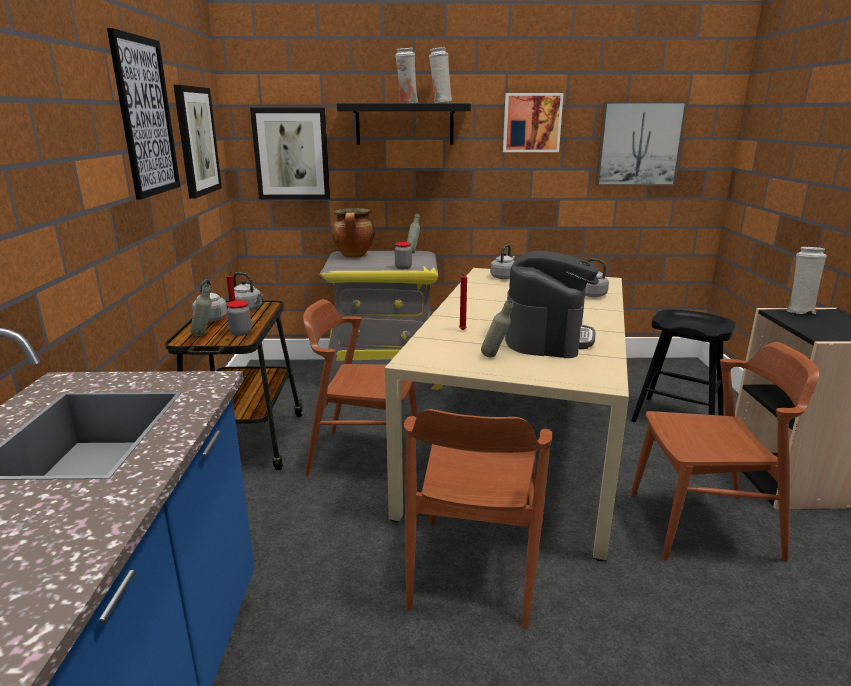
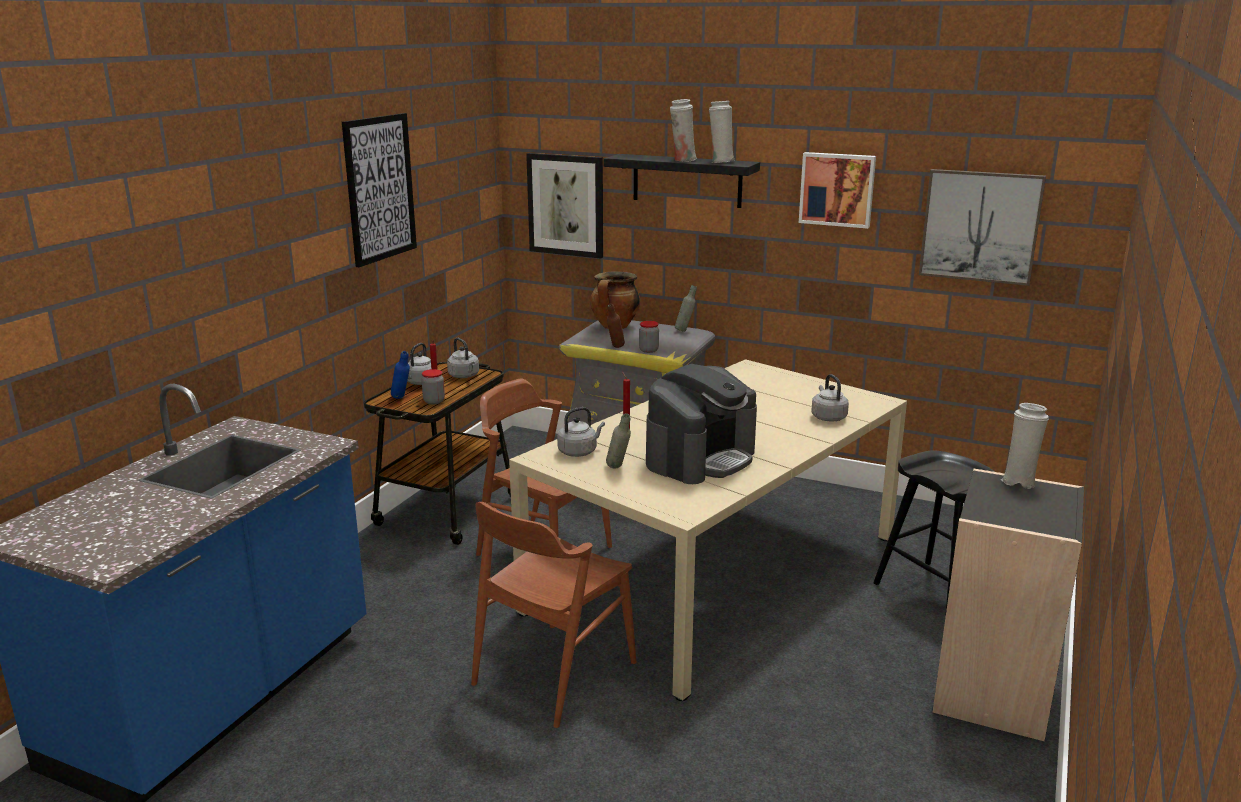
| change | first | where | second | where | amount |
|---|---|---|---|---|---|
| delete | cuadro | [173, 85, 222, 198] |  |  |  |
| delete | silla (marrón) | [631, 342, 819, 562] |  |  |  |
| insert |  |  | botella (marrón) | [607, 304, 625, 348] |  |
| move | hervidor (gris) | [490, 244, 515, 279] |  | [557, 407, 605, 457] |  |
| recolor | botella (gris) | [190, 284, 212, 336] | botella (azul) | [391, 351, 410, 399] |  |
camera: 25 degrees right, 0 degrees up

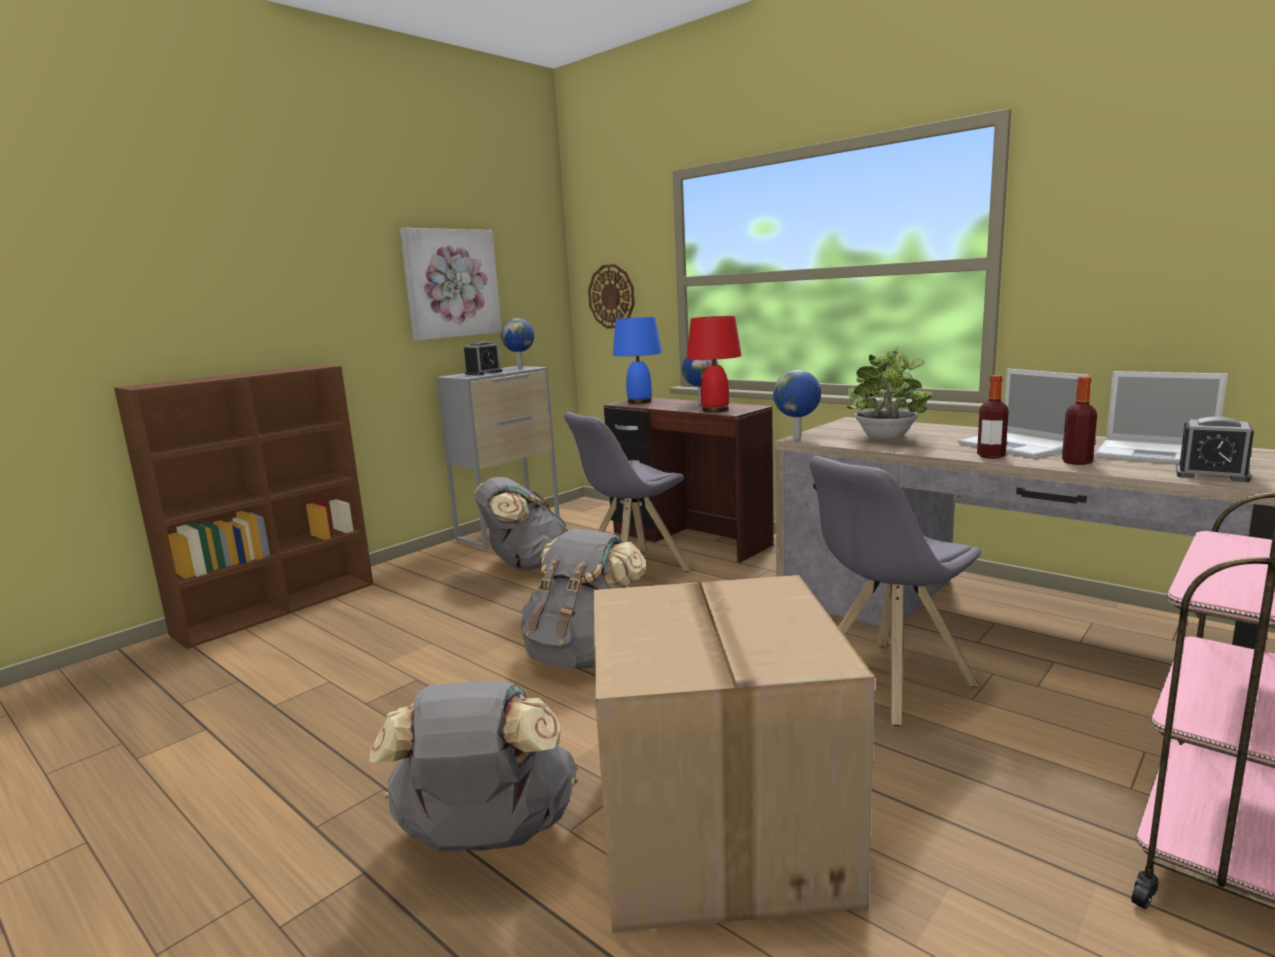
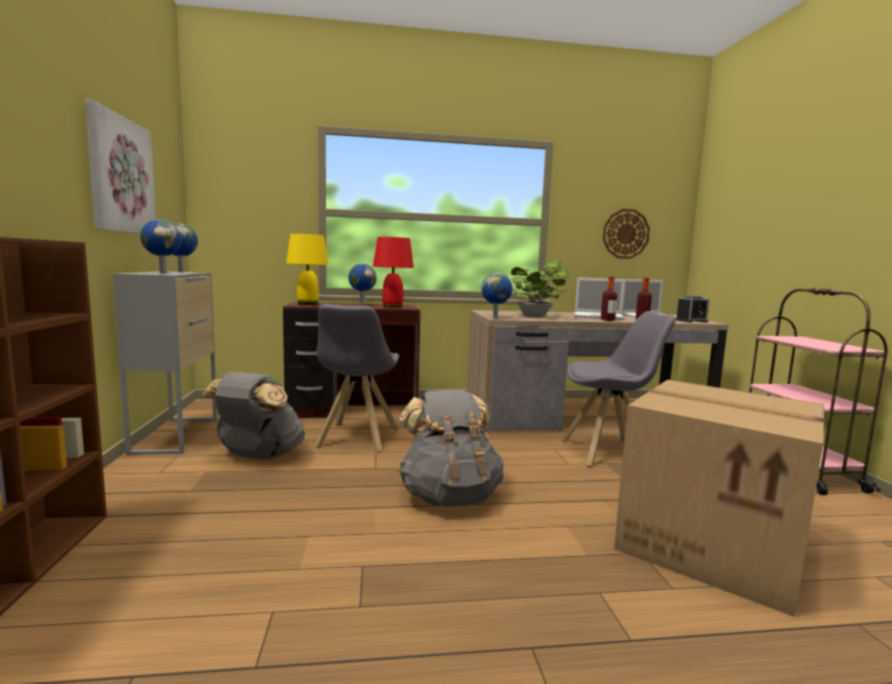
| change | first | where | second | where | amount |
|---|---|---|---|---|---|
| delete | mochila (gris) | [369, 680, 577, 852] |  |  |  |
| move | reloj de pared | [588, 264, 635, 328] |  | [603, 209, 650, 259] |  |
| replace | despertador | [464, 342, 502, 375] | globo terráqueo | [140, 219, 182, 273] |  |
| recolor | lámpara de mesa (azul) | [613, 317, 662, 404] | lámpara de mesa (amarillo) | [286, 234, 329, 305] |  |
| rotate | silla (gris) | [809, 456, 981, 726] |  | [561, 311, 676, 467] | 105 degrees counterclockwise |
camera: 50 degrees left, 5 degrees down

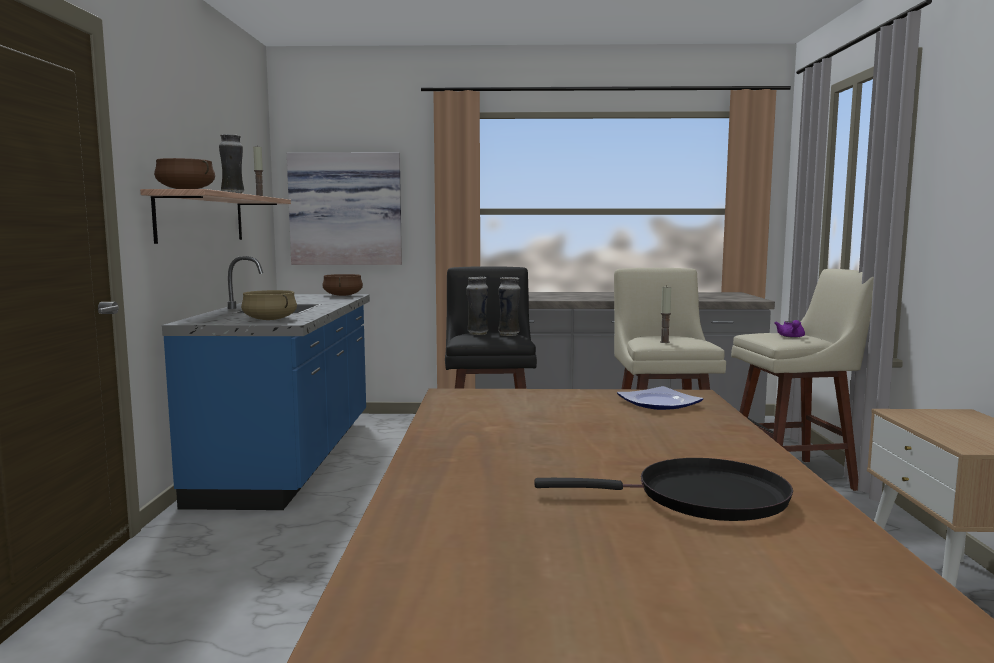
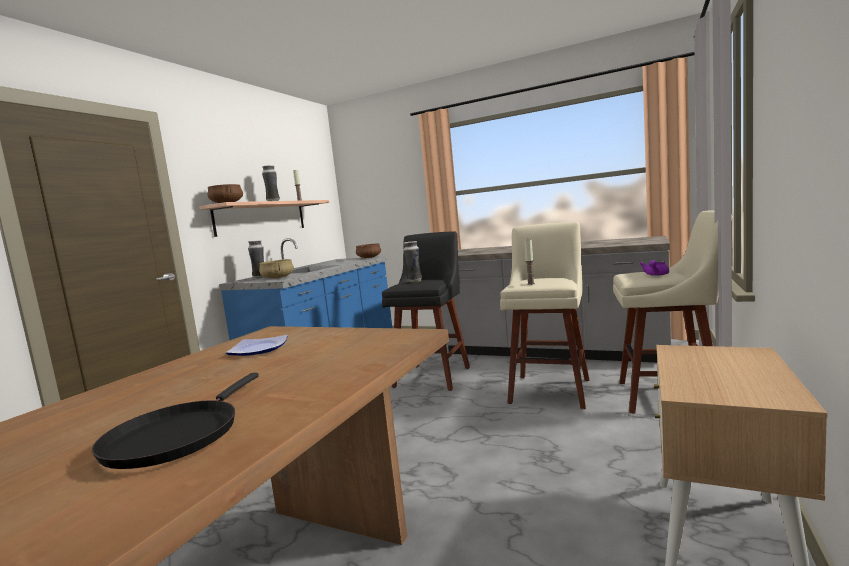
| change | first | where | second | where | amount |
|---|---|---|---|---|---|
| delete | cuadro | [287, 153, 402, 265] |  |  |  |
| move | florero | [498, 277, 521, 336] |  | [248, 240, 265, 279] |  |
| move | plato | [617, 386, 703, 410] |  | [225, 335, 288, 356] |  |
| rotate | sartén (negro) | [535, 458, 793, 521] |  | [92, 373, 259, 469] | 75 degrees clockwise |
camera: 25 degrees right, 0 degrees up

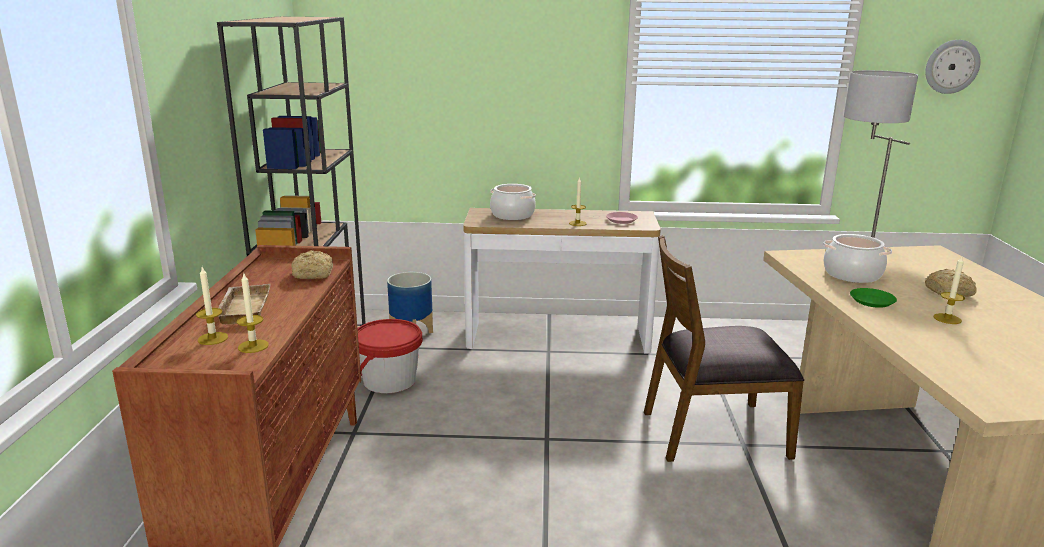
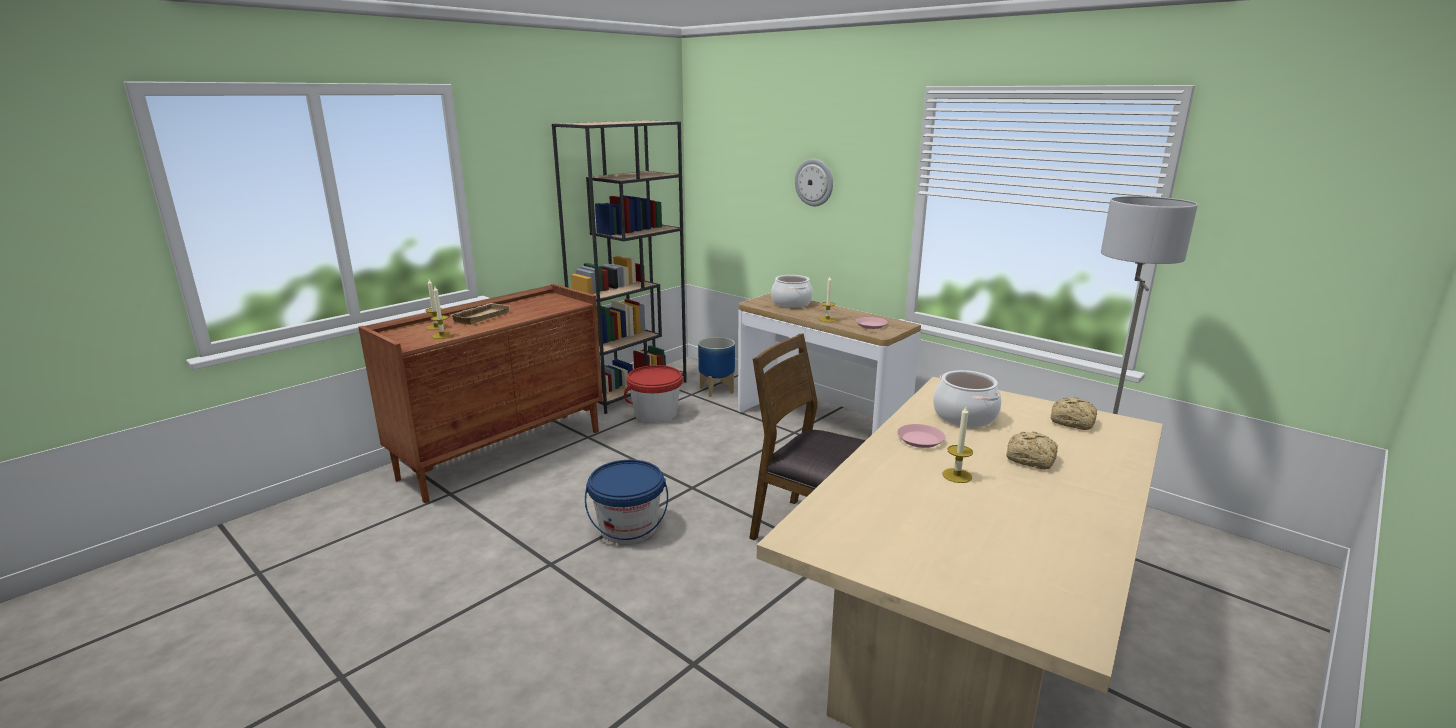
| change | first | where | second | where | amount |
|---|---|---|---|---|---|
| insert |  |  | cubo (azul) | [585, 460, 668, 544] |  |
| move | pan | [291, 250, 333, 279] |  | [1051, 397, 1097, 430] |  |
| move | reloj de pared | [925, 40, 981, 94] |  | [795, 159, 833, 206] |  |
| recolor | plato (verde) | [850, 288, 897, 308] | plato (rosa) | [897, 424, 945, 448] |  |
camera: 40 degrees right, 0 degrees up

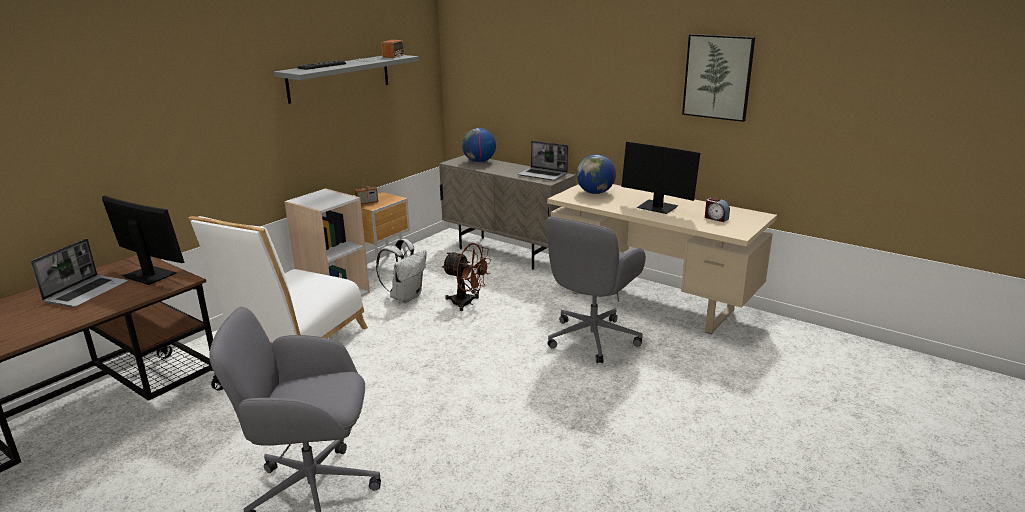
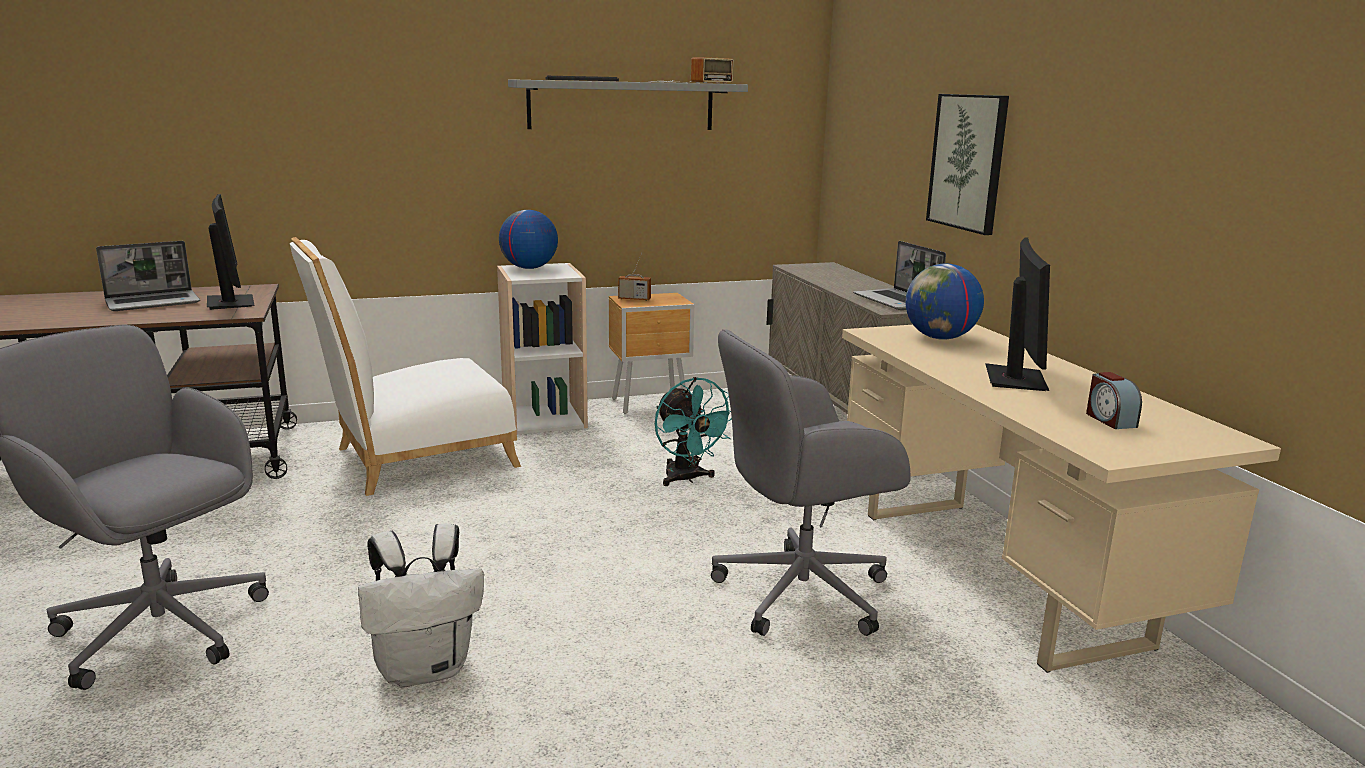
| change | first | where | second | where | amount |
|---|---|---|---|---|---|
| move | mochila (blanco) | [376, 239, 427, 303] |  | [358, 523, 484, 688] |  |
| move | globo terráqueo | [462, 128, 496, 162] |  | [499, 210, 558, 269] |  |
| move | cuadro | [682, 34, 755, 122] |  | [926, 94, 1009, 235] |  |
| recolor | ventilador (marrón) | [442, 243, 491, 311] | ventilador (turquesa) | [655, 377, 732, 486] |  |
| rotate | monitor | [622, 142, 700, 214] |  | [985, 238, 1050, 391] | 150 degrees counterclockwise |
camera: 35 degrees right, 5 degrees down

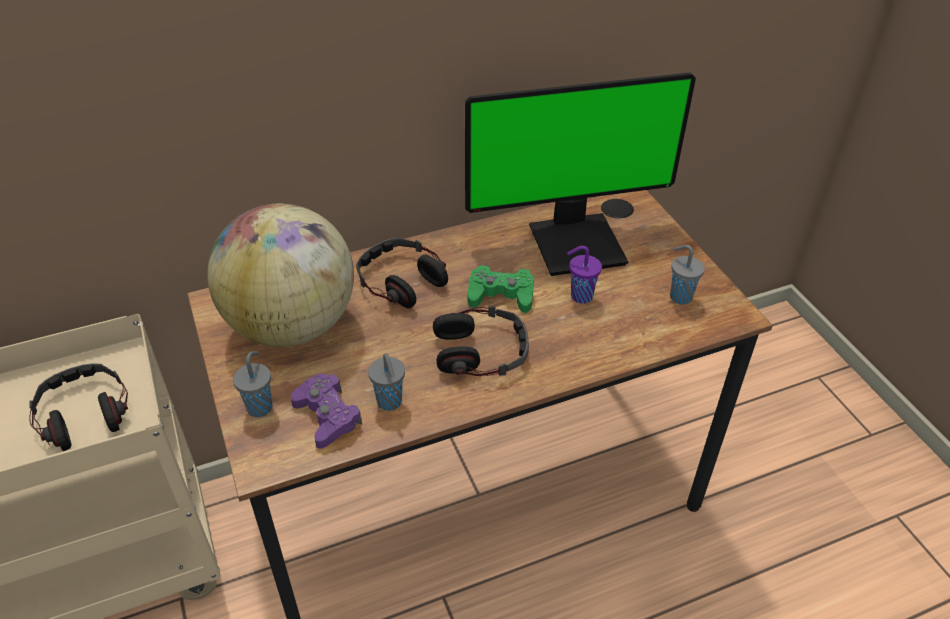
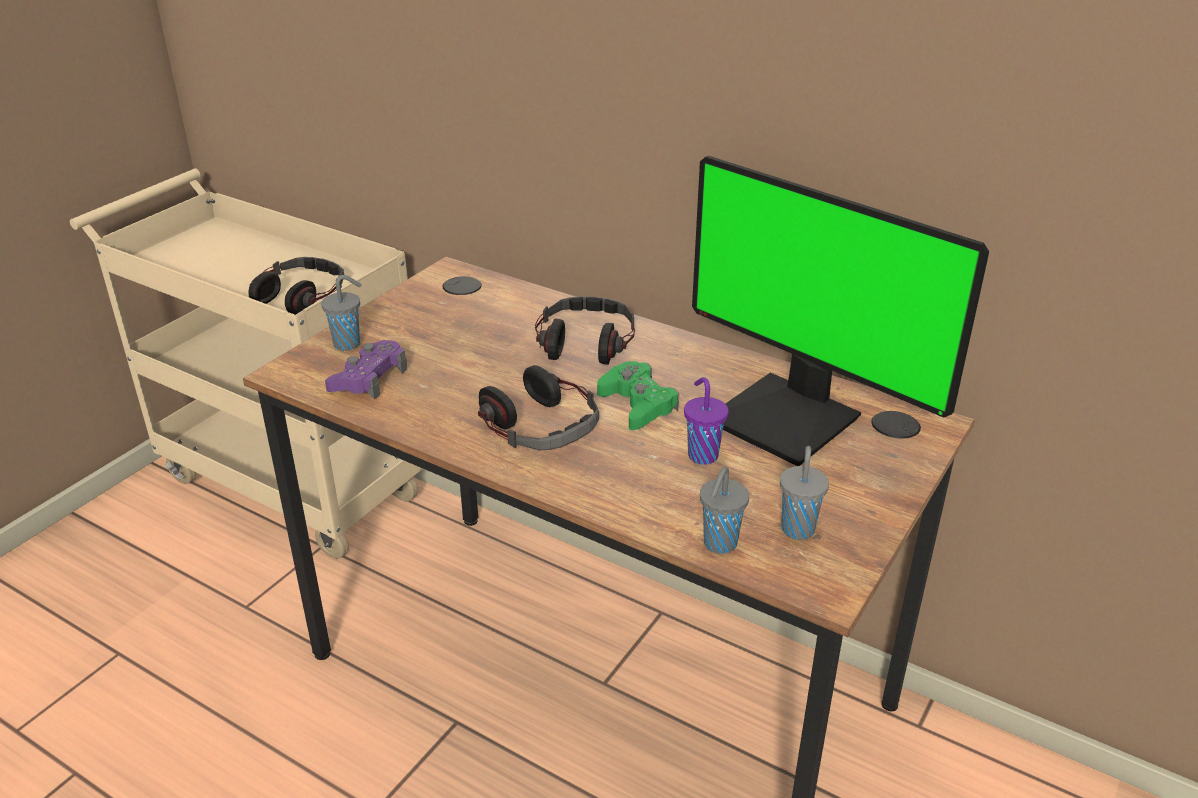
| change | first | where | second | where | amount |
|---|---|---|---|---|---|
| delete | globo terráqueo | [207, 203, 354, 347] |  |  |  |
| move | taza (gris) | [368, 353, 405, 411] |  | [700, 467, 749, 554] |  |
camera: 55 degrees right, 10 degrees down

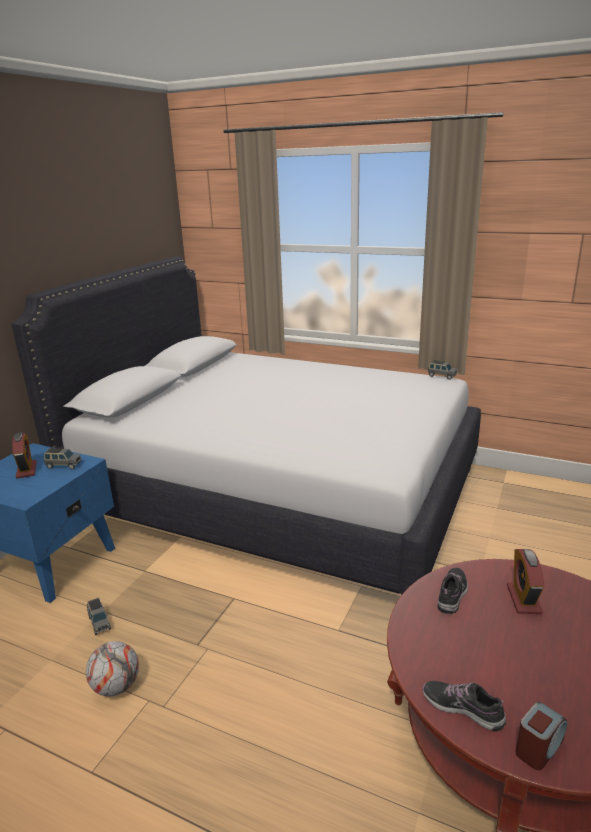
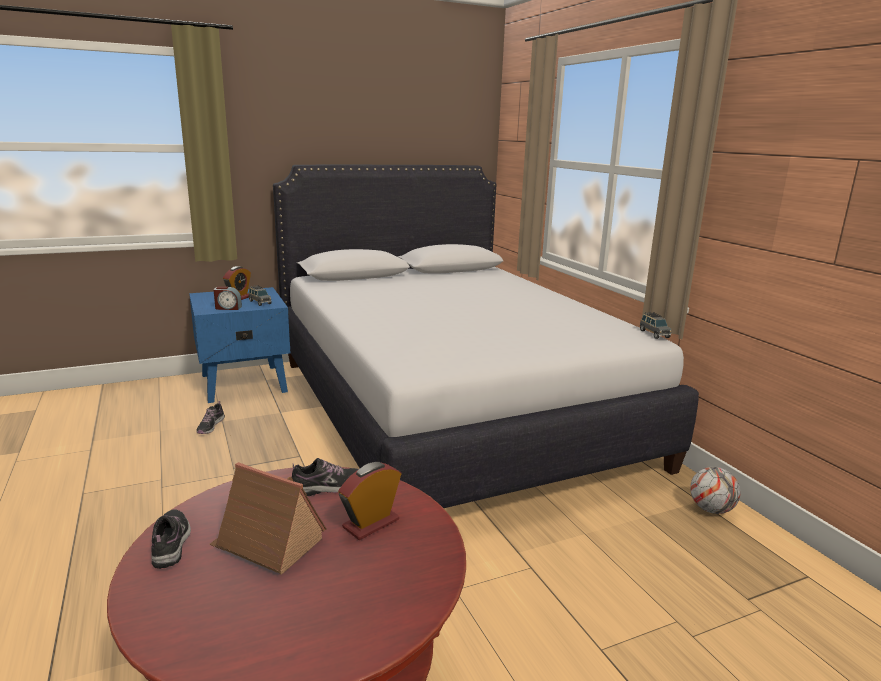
| change | first | where | second | where | amount |
|---|---|---|---|---|---|
| insert |  |  | casita | [209, 462, 327, 575] |  |
| move | balón de fútbol | [86, 641, 139, 696] |  | [690, 467, 741, 514] |  |
| move | despertador | [515, 702, 567, 770] |  | [214, 286, 242, 310] |  |
| replace | coche de juguete (gris) | [87, 598, 111, 635] | zapato | [196, 401, 225, 434] |  |
camera: 40 degrees right, 5 degrees down

